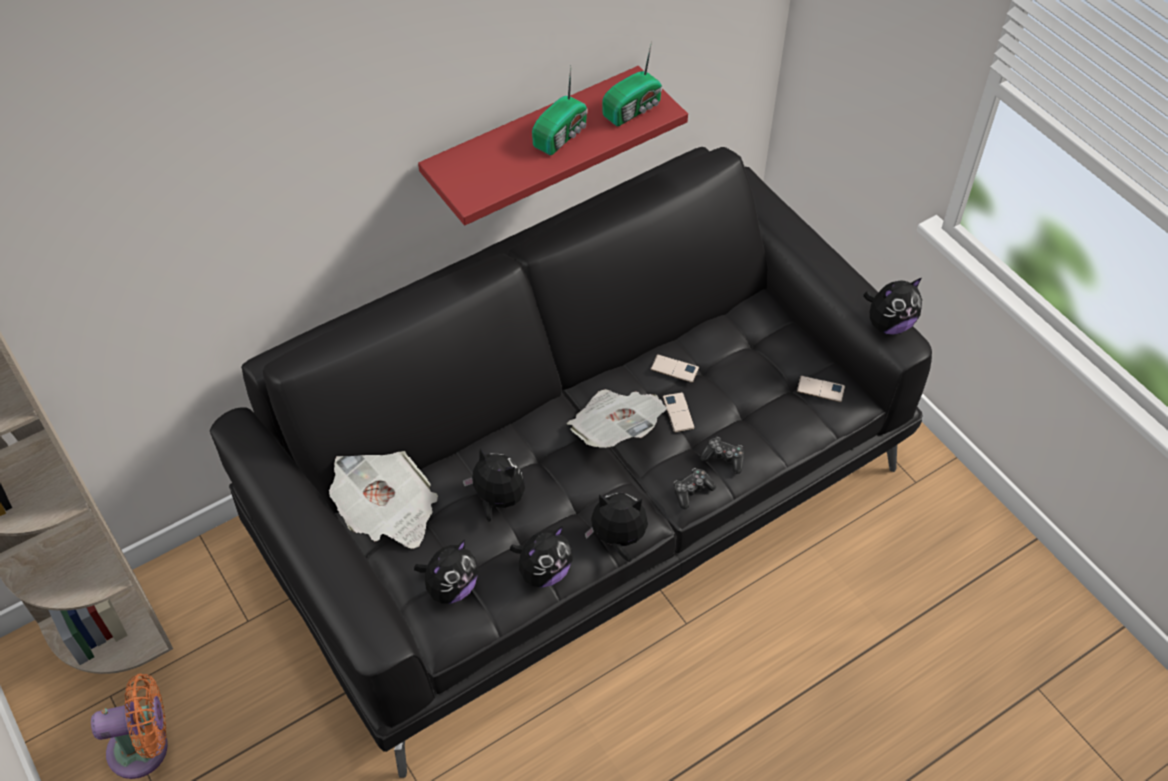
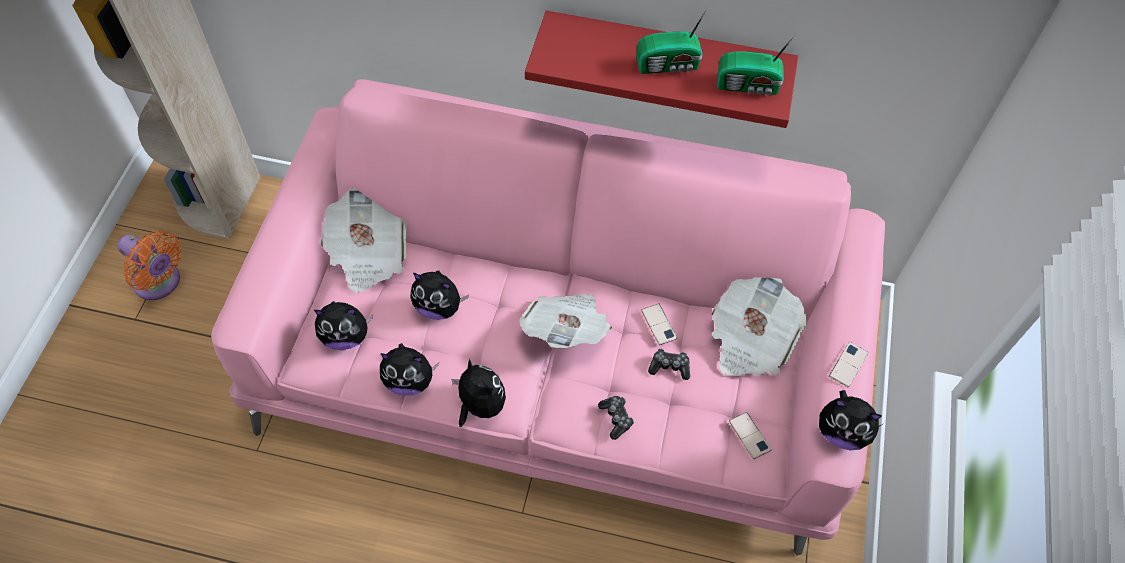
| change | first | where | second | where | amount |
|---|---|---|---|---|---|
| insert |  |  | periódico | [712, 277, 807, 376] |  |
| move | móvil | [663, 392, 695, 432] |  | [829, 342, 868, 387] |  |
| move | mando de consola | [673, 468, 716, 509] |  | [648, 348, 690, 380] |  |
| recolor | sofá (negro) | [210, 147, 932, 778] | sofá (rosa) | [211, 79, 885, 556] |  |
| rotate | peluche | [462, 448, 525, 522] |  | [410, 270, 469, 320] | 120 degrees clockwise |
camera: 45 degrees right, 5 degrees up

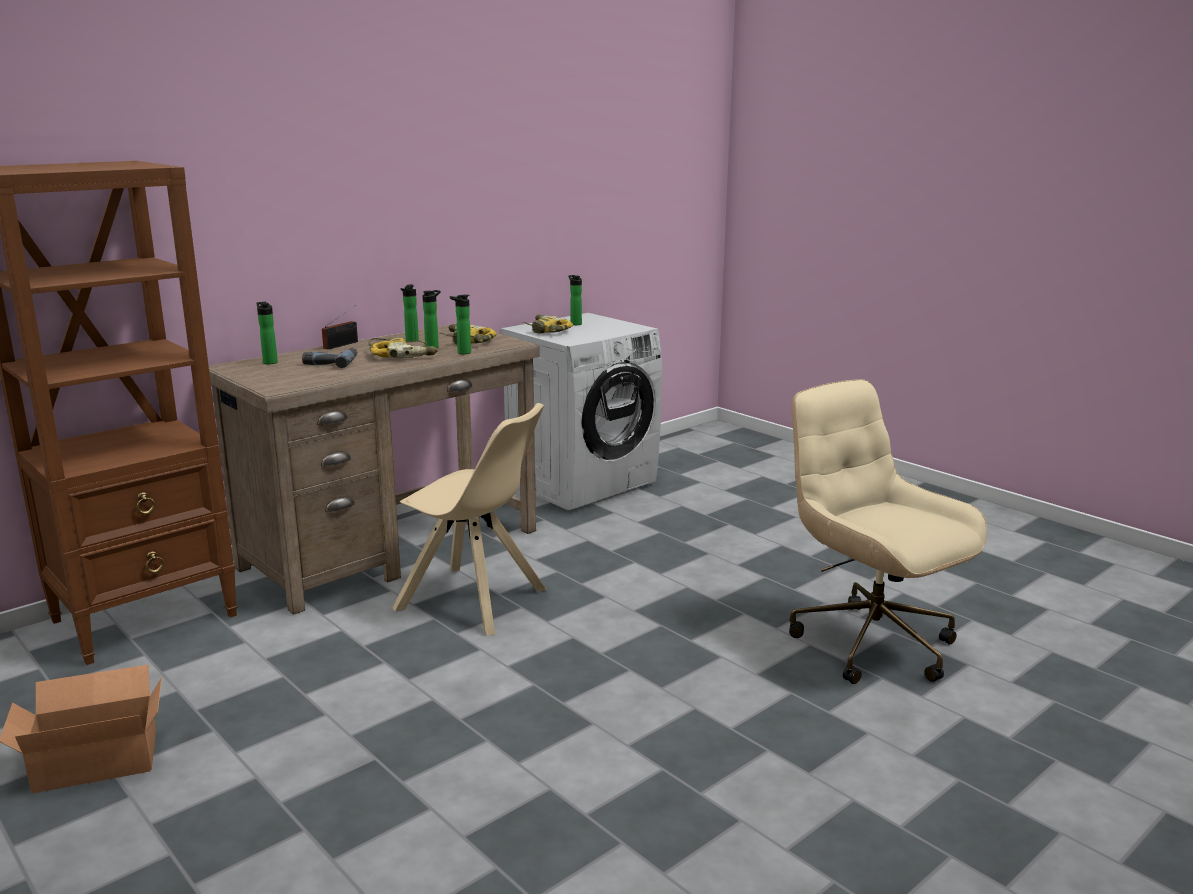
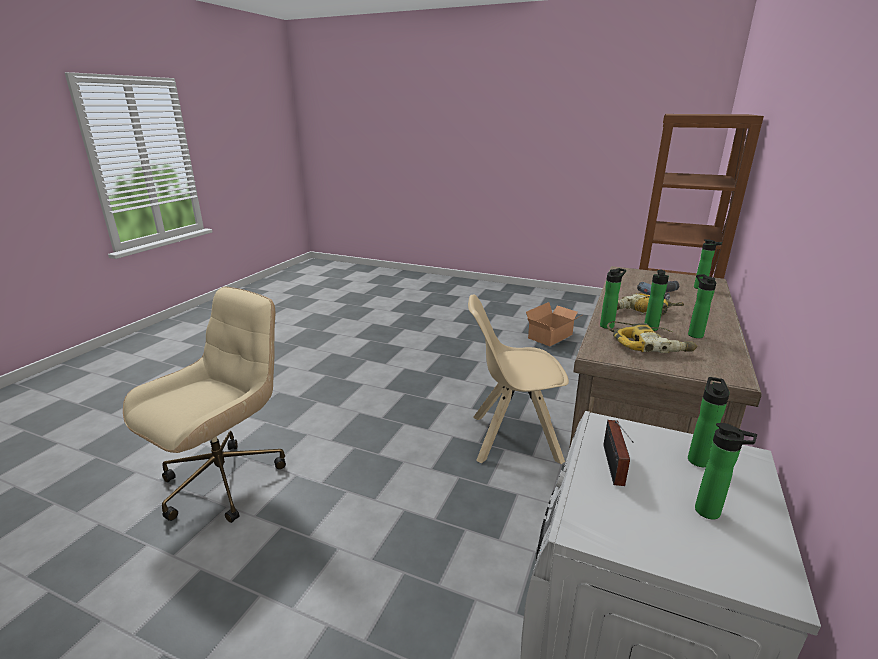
| change | first | where | second | where | amount |
|---|---|---|---|---|---|
| move | radio | [322, 305, 358, 350] |  | [603, 420, 634, 486] |  |
| replace | taladro | [523, 314, 573, 334] | botella | [688, 377, 730, 467] |  |
| rotate | silla de oficina (beis) | [789, 379, 987, 684] |  | [123, 287, 286, 523] | 90 degrees counterclockwise |
camera: 155 degrees right, 5 degrees up

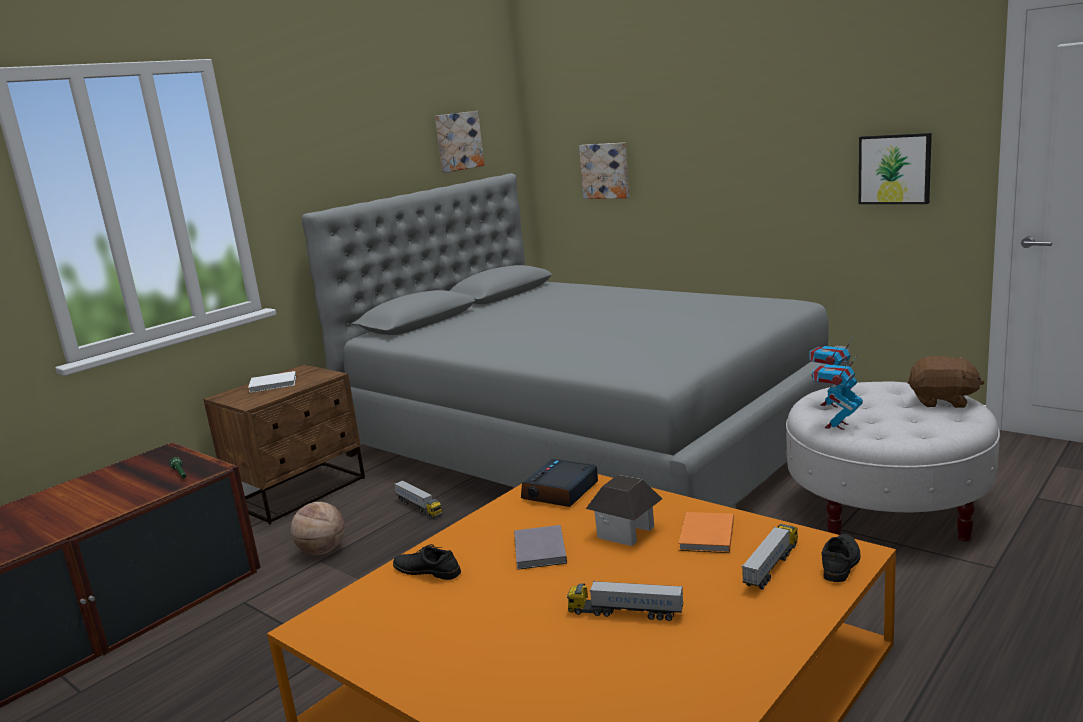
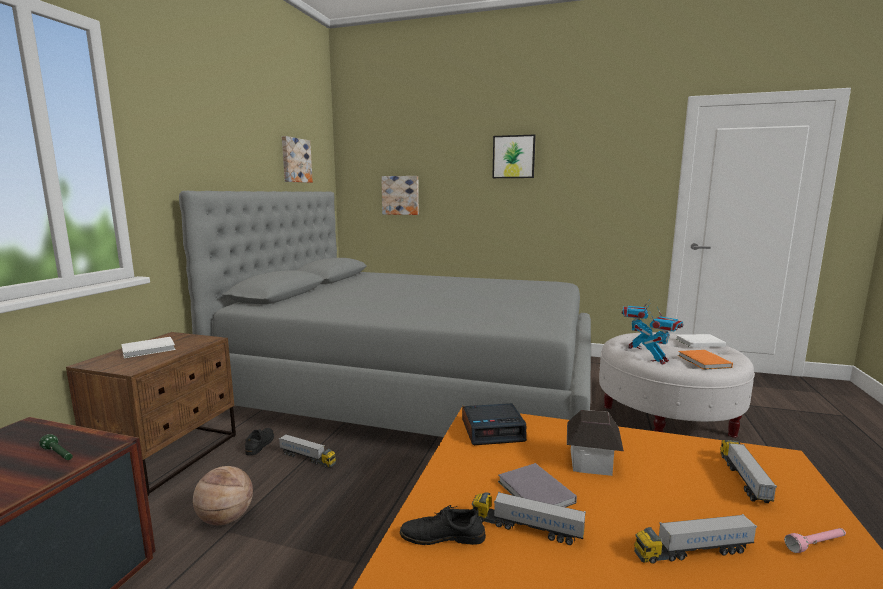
| change | first | where | second | where | amount |
|---|---|---|---|---|---|
| insert |  |  | camión de juguete | [472, 492, 586, 545] |  |
| insert |  |  | linterna (rosa) | [784, 528, 846, 553] |  |
| move | libro (naranja) | [678, 512, 734, 553] |  | [678, 350, 733, 370] |  |
| move | zapato (negro) | [822, 534, 861, 582] |  | [245, 428, 274, 455] |  |
| move | cuadro | [859, 133, 932, 204] |  | [492, 134, 536, 178] |  |
| replace | peluche (marrón) | [908, 356, 985, 408] | libro (blanco) | [676, 334, 726, 347] |  |
| rotate | despertador | [521, 459, 598, 507] |  | [462, 403, 527, 445] | 105 degrees counterclockwise |
| rotate | robot de juguete | [811, 354, 863, 430] |  | [642, 307, 683, 365] | 150 degrees counterclockwise |
camera: 25 degrees left, 5 degrees down

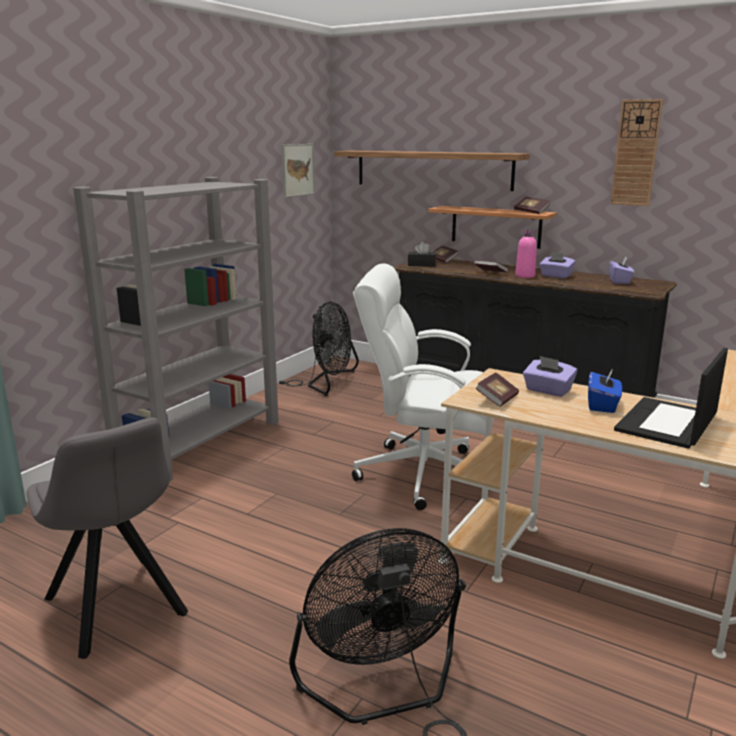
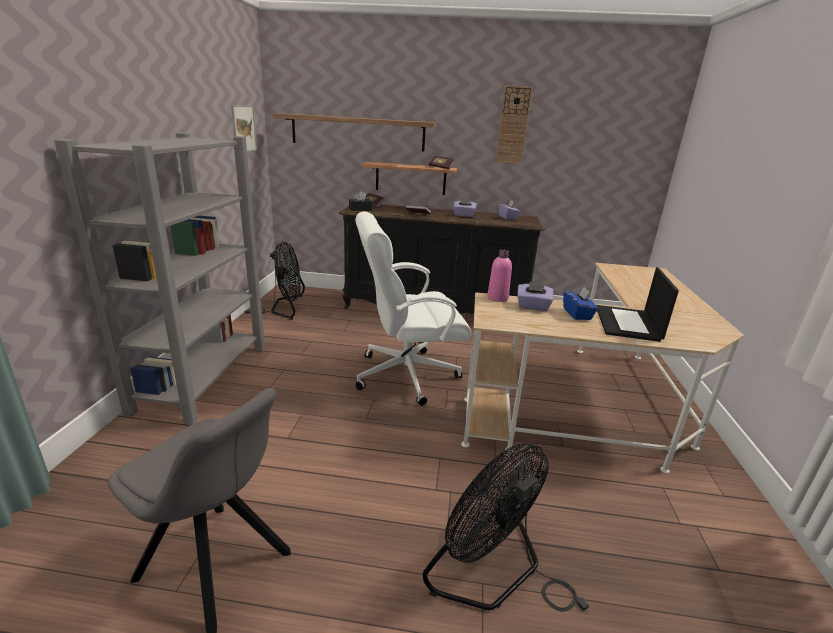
| change | first | where | second | where | amount |
|---|---|---|---|---|---|
| delete | libro | [475, 373, 519, 407] |  |  |  |
| move | botella (rosa) | [515, 230, 537, 278] |  | [487, 250, 512, 302] |  |
camera: 25 degrees left, 5 degrees up

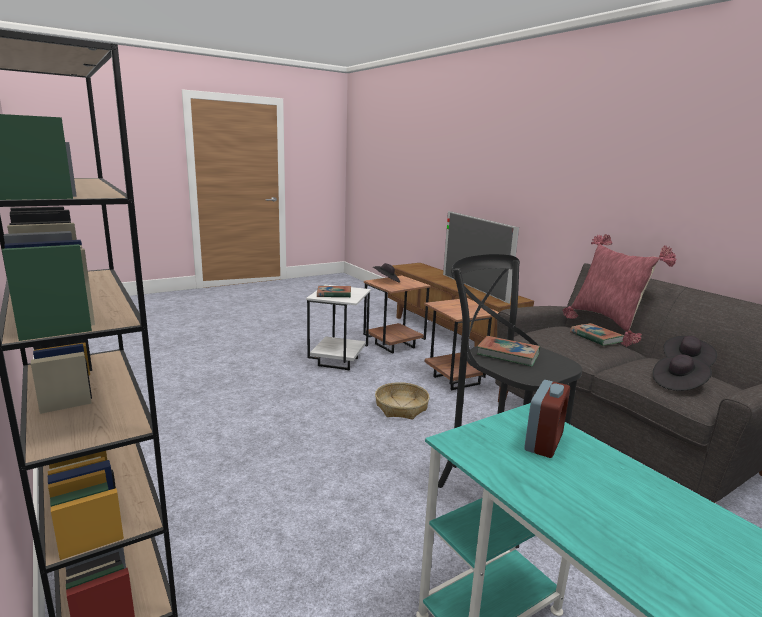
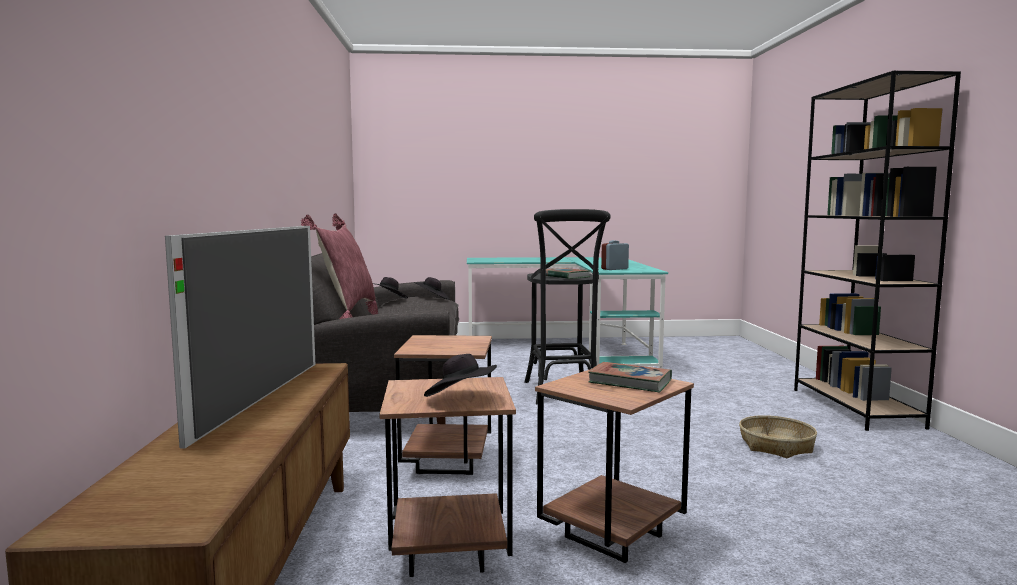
| change | first | where | second | where | amount |
|---|---|---|---|---|---|
| delete | libro | [570, 323, 625, 346] |  |  |  |
| move | cesta | [375, 382, 429, 420] |  | [739, 415, 817, 458] |  |
| recolor | mesa auxiliar (blanco) | [306, 285, 371, 370] | mesa auxiliar (marrón) | [535, 369, 694, 563] |  |
camera: 150 degrees left, 10 degrees down

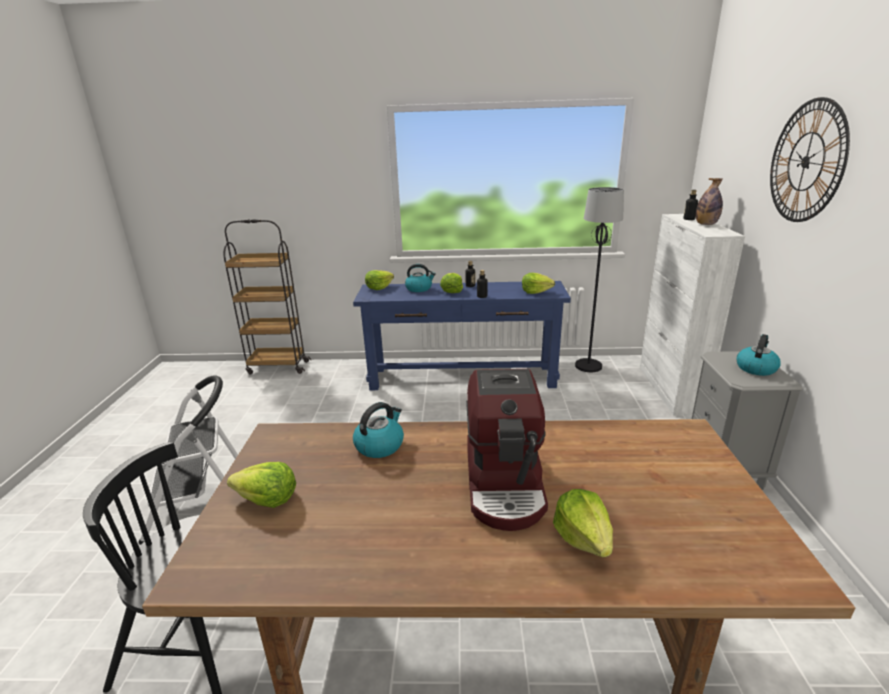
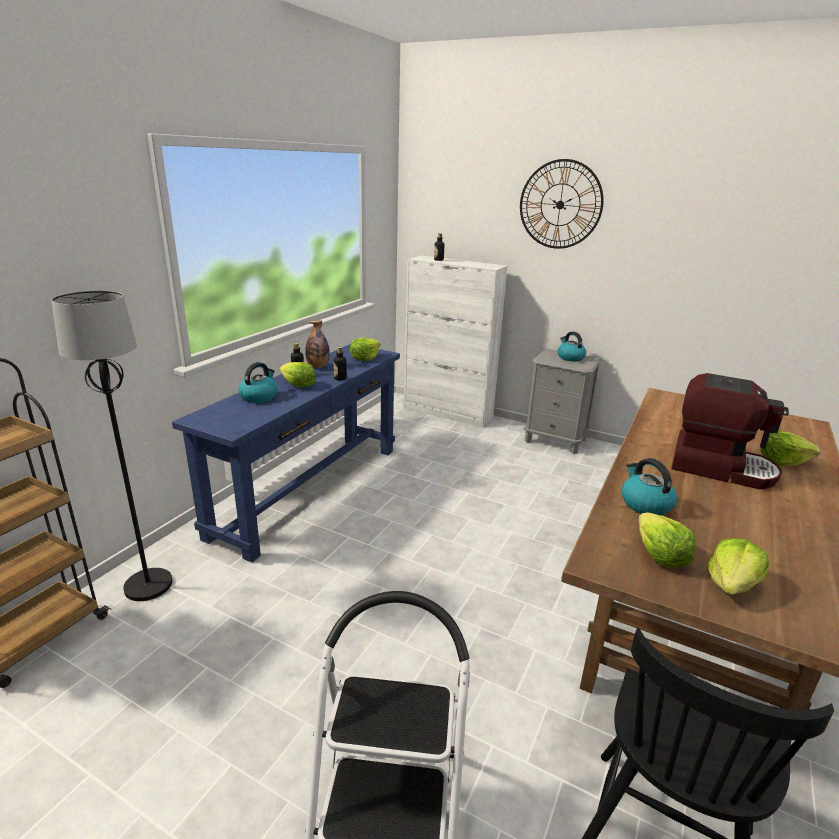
| change | first | where | second | where | amount |
|---|---|---|---|---|---|
| move | lechuga | [365, 270, 394, 290] |  | [638, 513, 696, 568] |  |
| move | lámpara de pie (negro) | [575, 187, 624, 372] |  | [51, 290, 172, 601] |  |
| move | botella | [696, 178, 723, 225] |  | [305, 321, 330, 368] |  |
camera: 65 degrees left, 0 degrees up

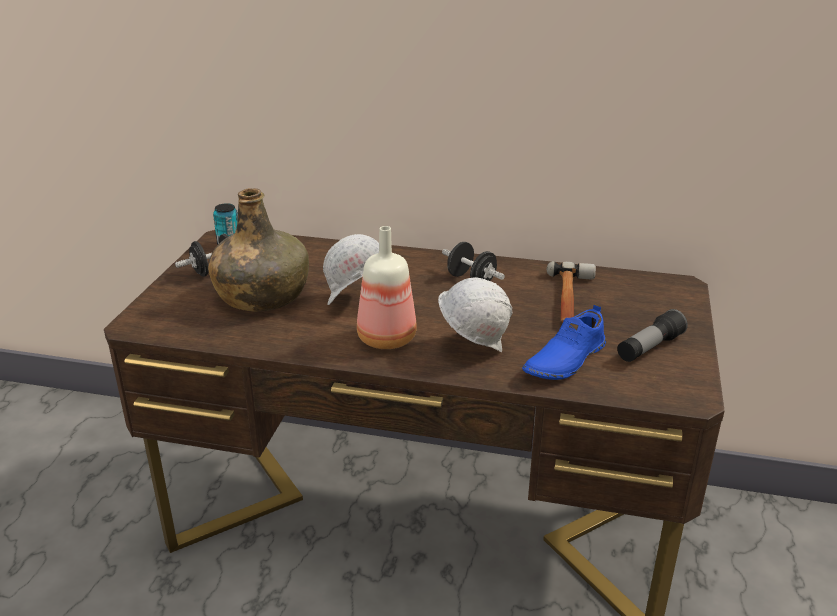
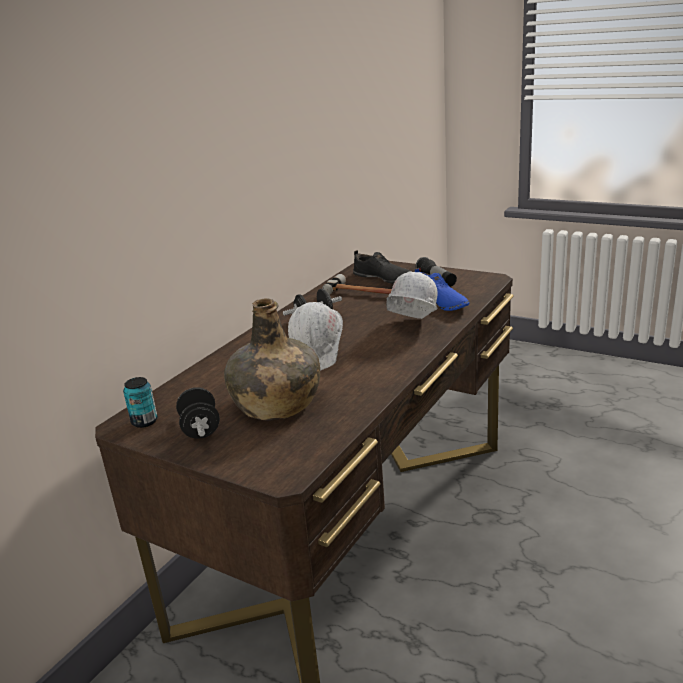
| change | first | where | second | where | amount |
|---|---|---|---|---|---|
| delete | botella | [357, 226, 417, 349] |  |  |  |
| insert |  |  | zapato (negro) | [353, 250, 410, 284] |  |
camera: 70 degrees left, 5 degrees down

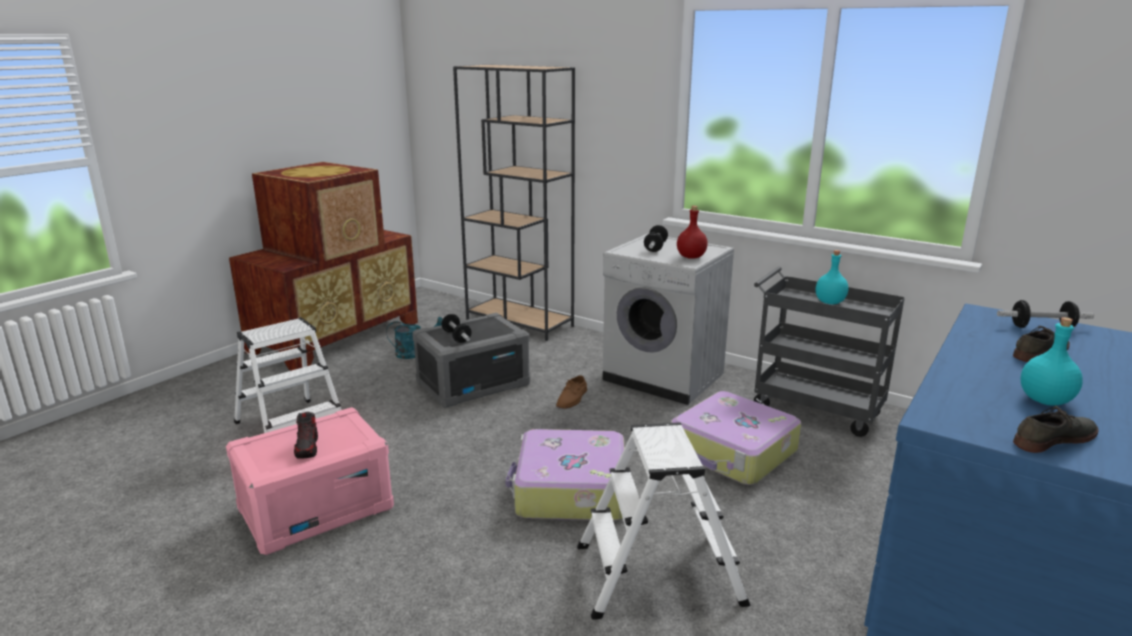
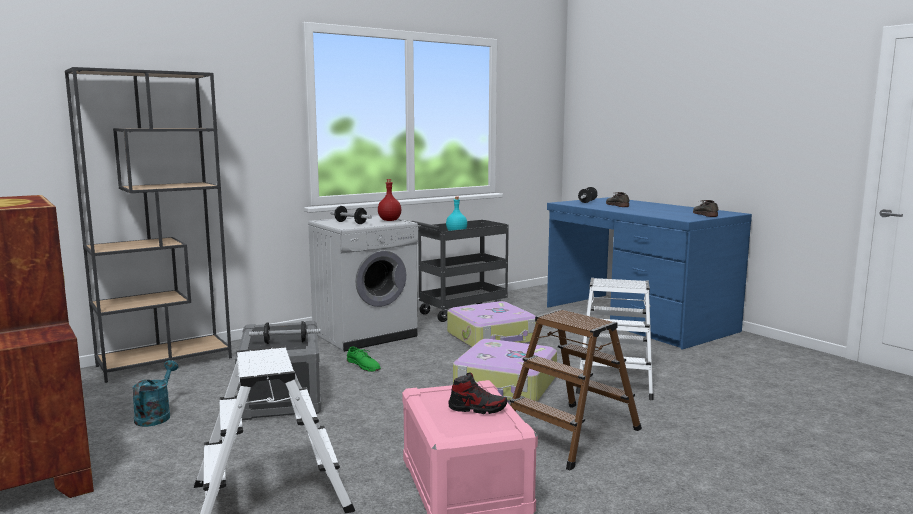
| change | first | where | second | where | amount |
|---|---|---|---|---|---|
| delete | botella (turquesa) | [1021, 317, 1083, 405] |  |  |  |
| insert |  |  | escalera de tijera (marrón) | [510, 309, 642, 470] |  |
| recolor | zapato (marrón) | [556, 376, 587, 409] | zapato (verde) | [347, 346, 381, 372] |  |
camera: 70 degrees left, 10 degrees down

